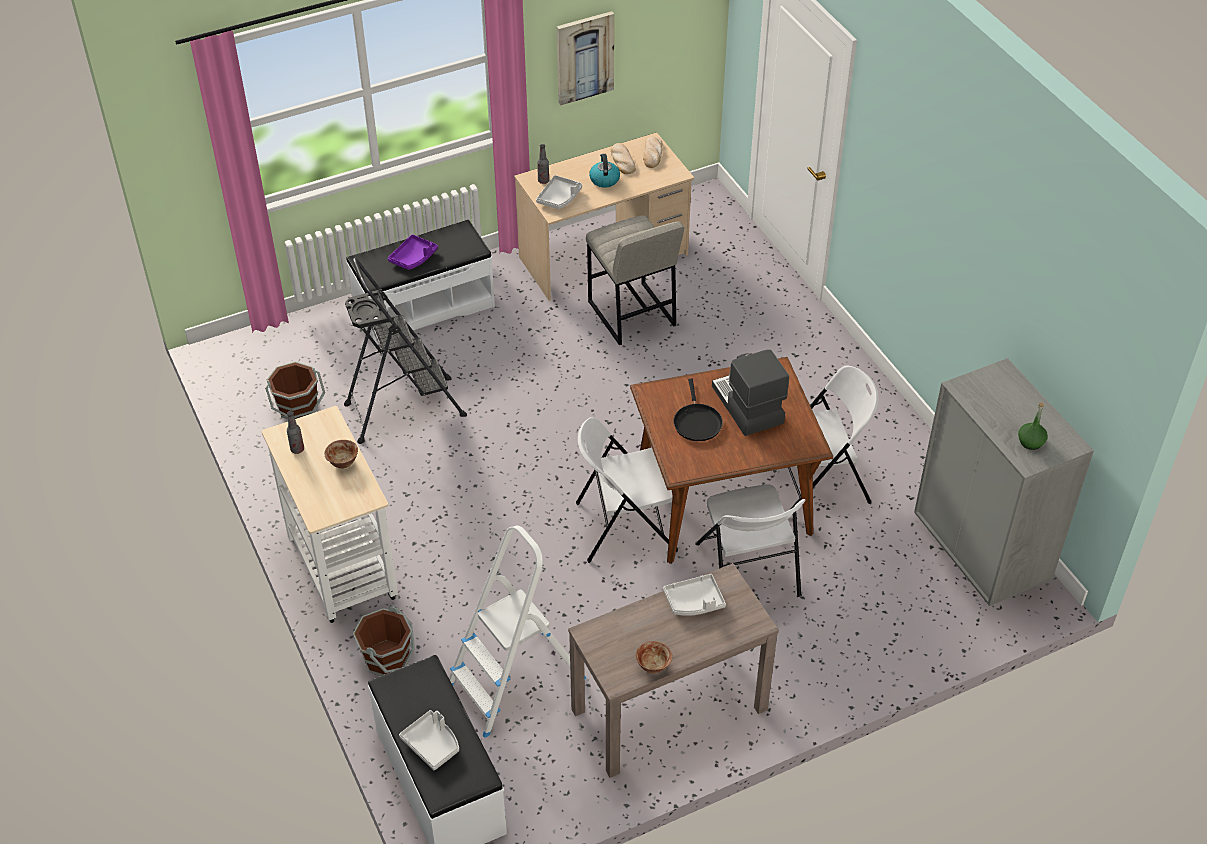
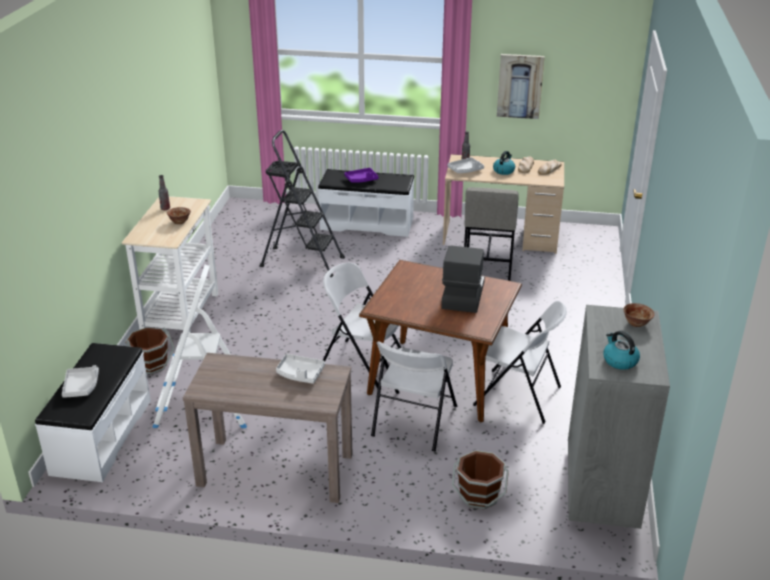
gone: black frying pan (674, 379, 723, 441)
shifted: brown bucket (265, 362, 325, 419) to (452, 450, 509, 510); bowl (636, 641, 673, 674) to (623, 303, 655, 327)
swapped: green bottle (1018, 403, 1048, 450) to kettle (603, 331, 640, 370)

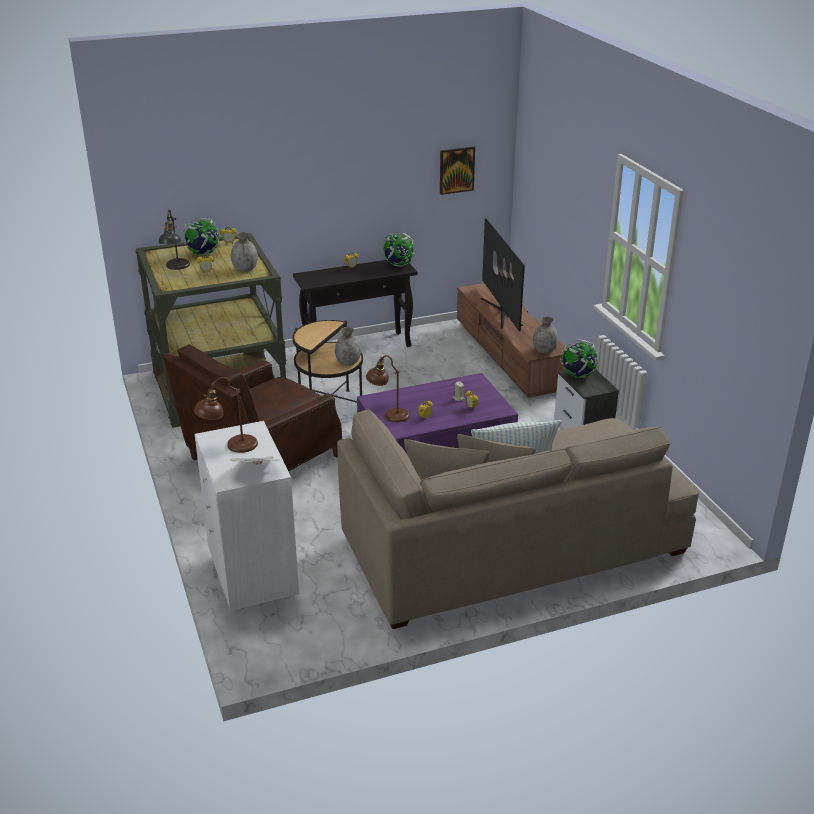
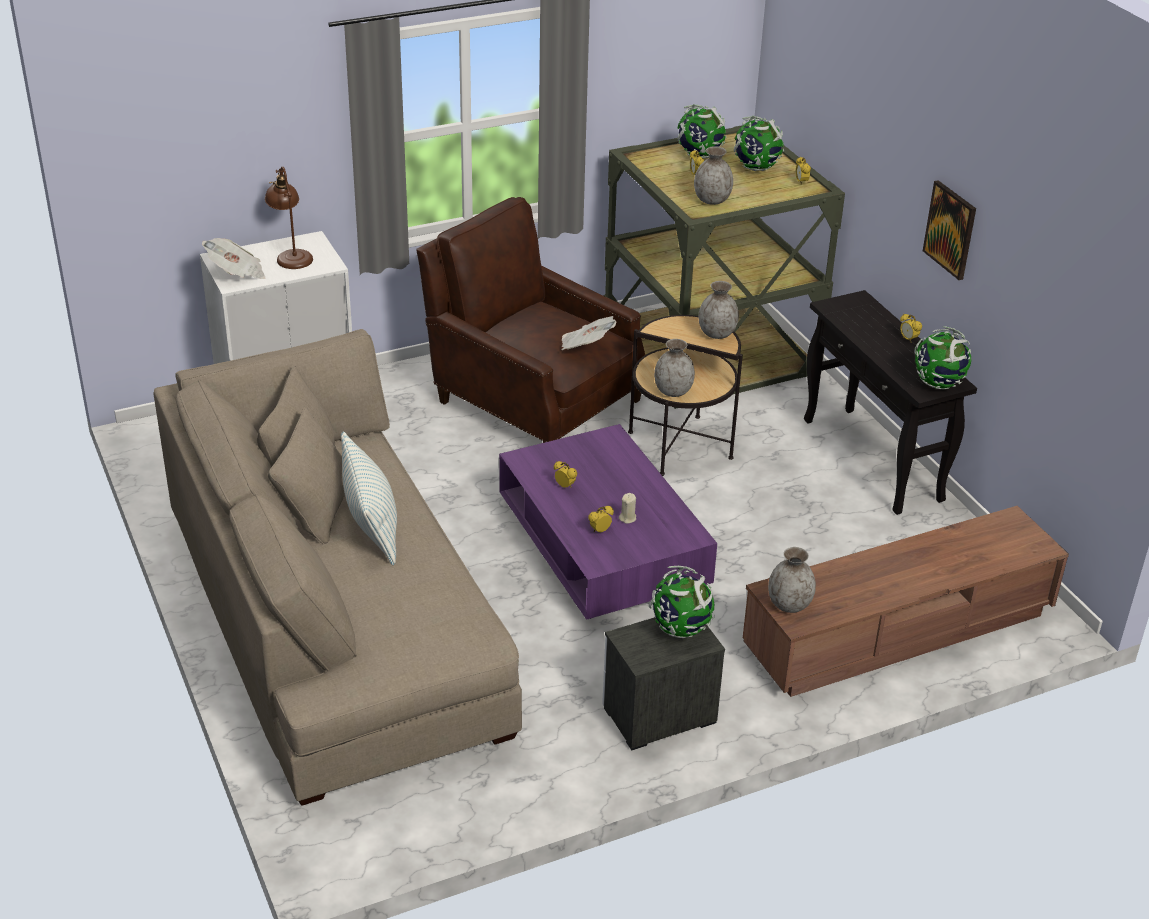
gone: brown table lamp (366, 355, 410, 422); television (480, 218, 525, 332)
new: newspaper (561, 316, 616, 350); grey vase (699, 281, 739, 339)
shifted: picture (440, 147, 475, 195) to (923, 180, 976, 280)
swapped: grey table lamp (158, 209, 190, 270) to globe (677, 104, 727, 158)

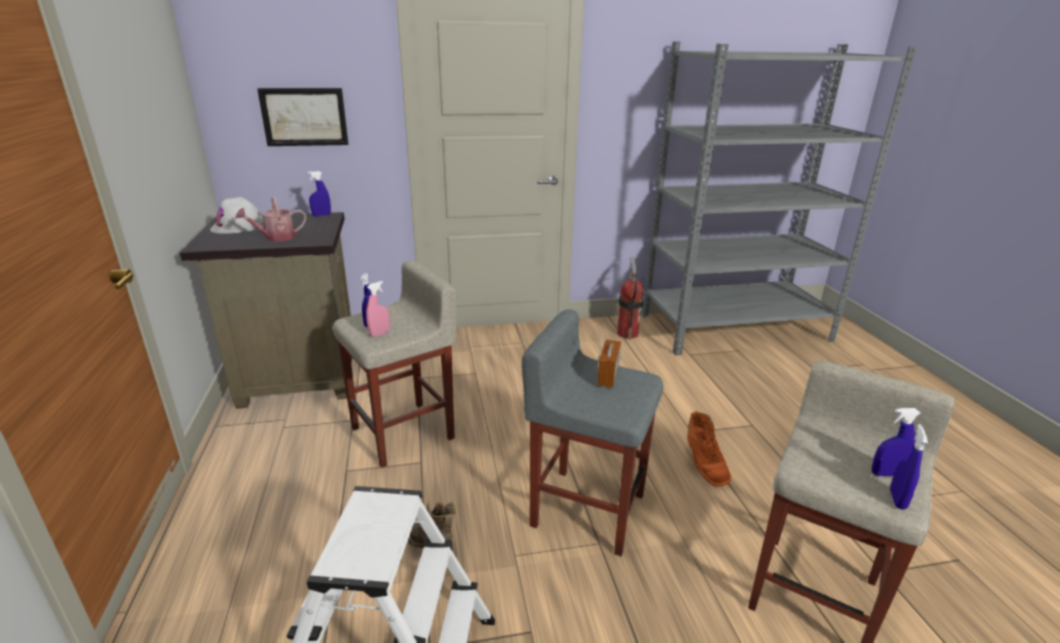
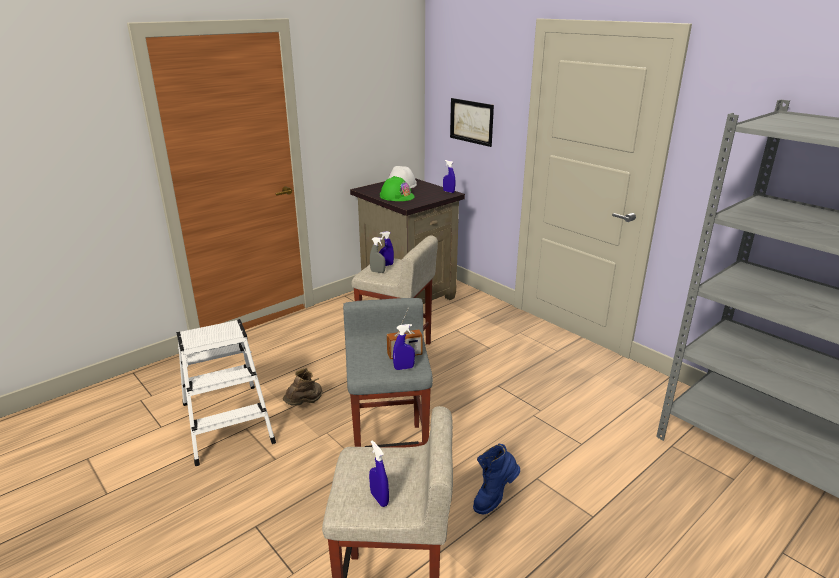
gone: fire extinguisher (617, 257, 643, 340)
shifted: blue spray bottle (890, 424, 928, 510) to (393, 324, 415, 370)
swapped: watering can (235, 196, 306, 242) to green hard hat (380, 176, 414, 201)
repainted: pink spray bottle (366, 281, 390, 337) to grey spray bottle (370, 237, 385, 273); orange boot (687, 411, 731, 487) to blue boot (473, 444, 520, 515)

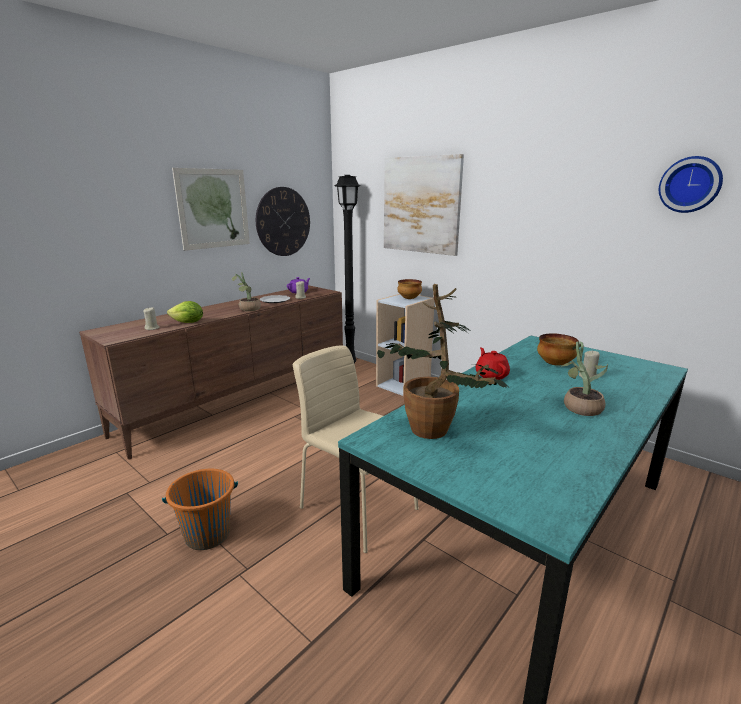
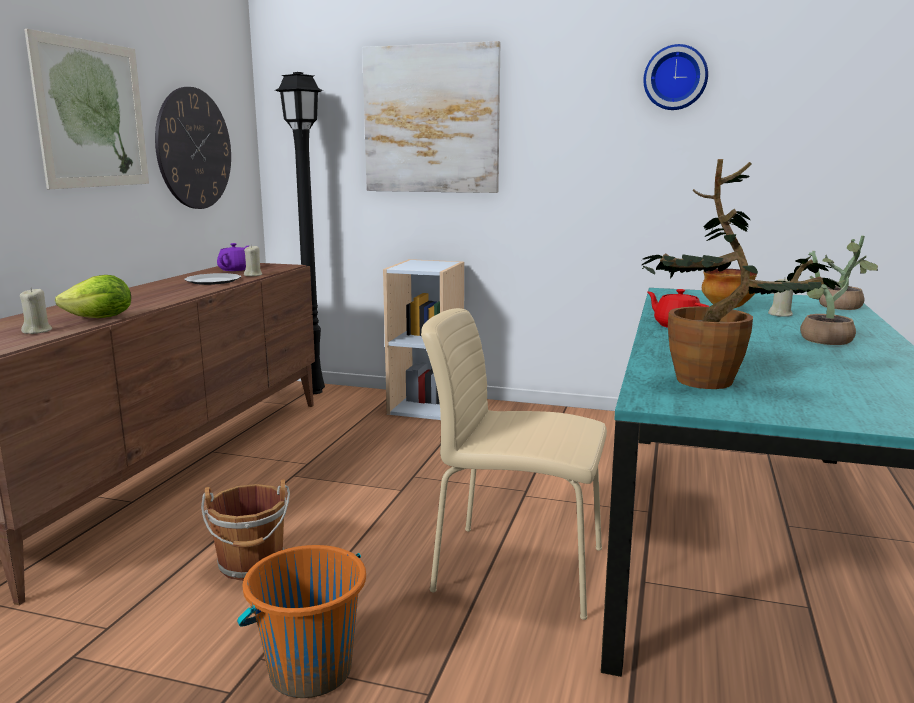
gone: bowl (397, 279, 422, 299)
new: brown bucket (201, 479, 290, 581)
shifted: potted plant (232, 272, 261, 311) to (819, 235, 878, 310); wall clock (659, 156, 723, 213) to (643, 44, 708, 110)

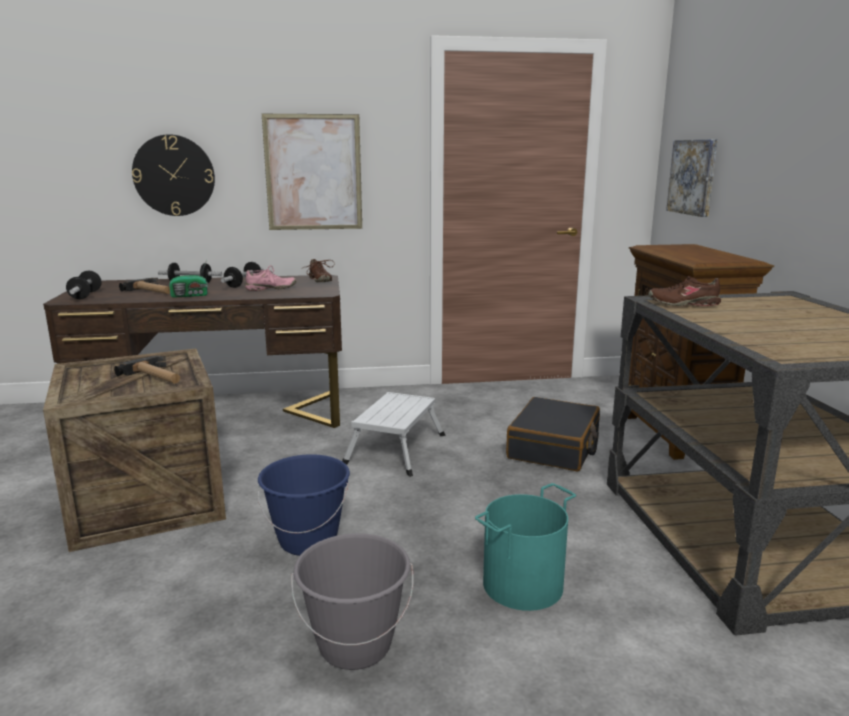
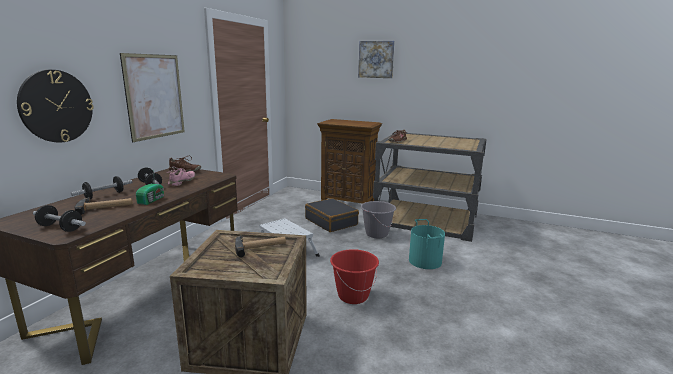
shifted: grey bucket (291, 533, 414, 670) to (361, 201, 396, 238); picture (666, 139, 718, 217) to (358, 41, 395, 78)
repainted: blue bucket (258, 454, 350, 556) to red bucket (330, 249, 379, 304)

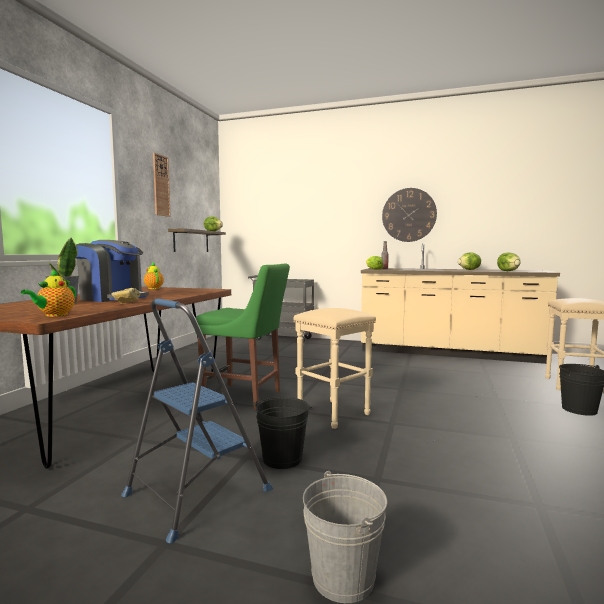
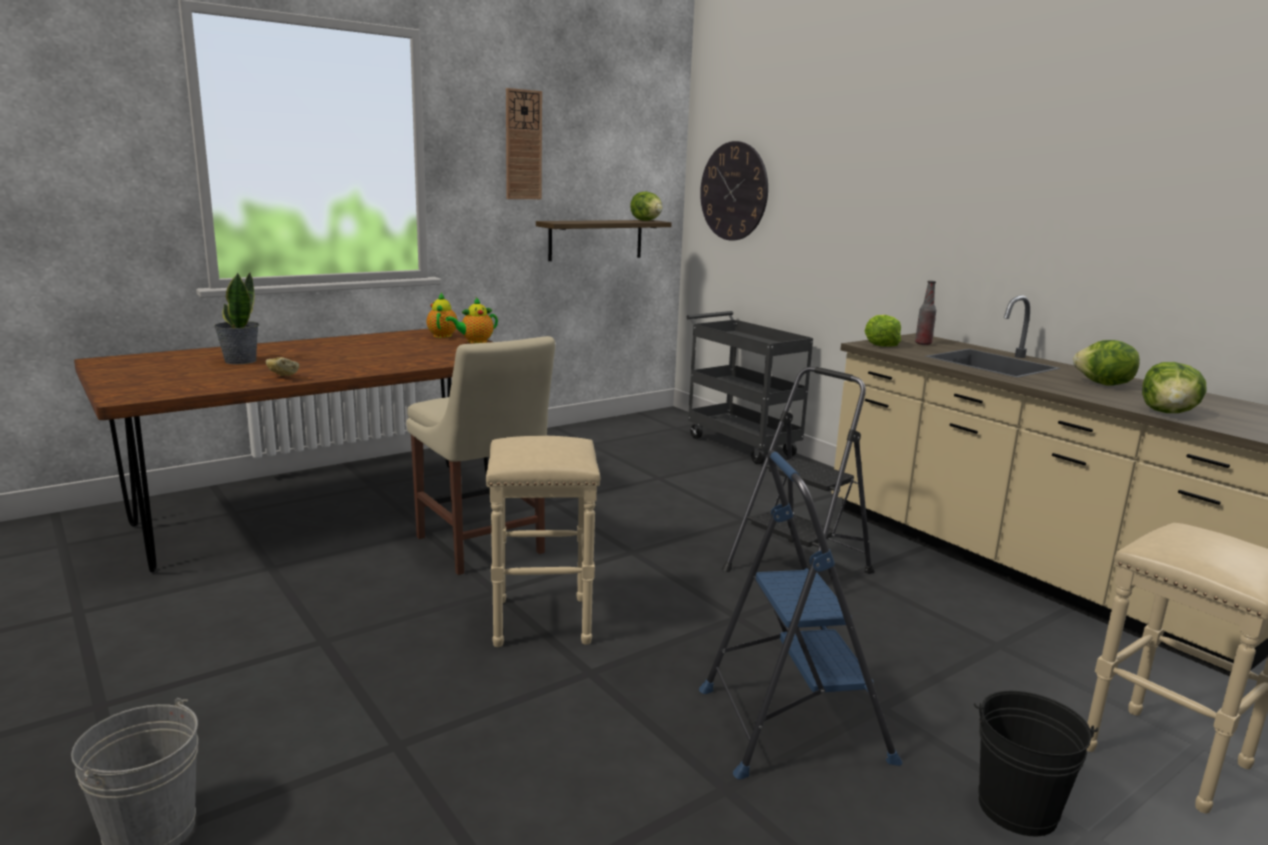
gone: coffee machine (76, 240, 149, 302); black bucket (254, 397, 312, 469)
new: black step ladder (721, 367, 875, 574)
shifted: teapot (21, 269, 76, 317) to (446, 297, 498, 343); blue step ladder (121, 298, 273, 544) to (699, 450, 902, 779); wall clock (382, 188, 437, 242) to (700, 141, 768, 240)
repainted: green chair (195, 264, 290, 410) to beige chair (406, 336, 555, 575)

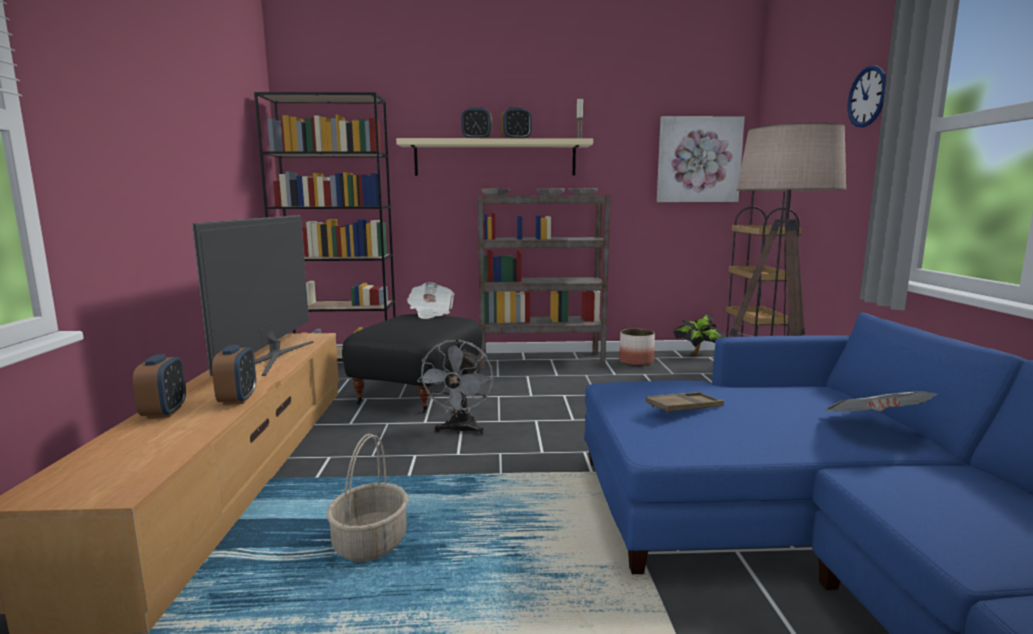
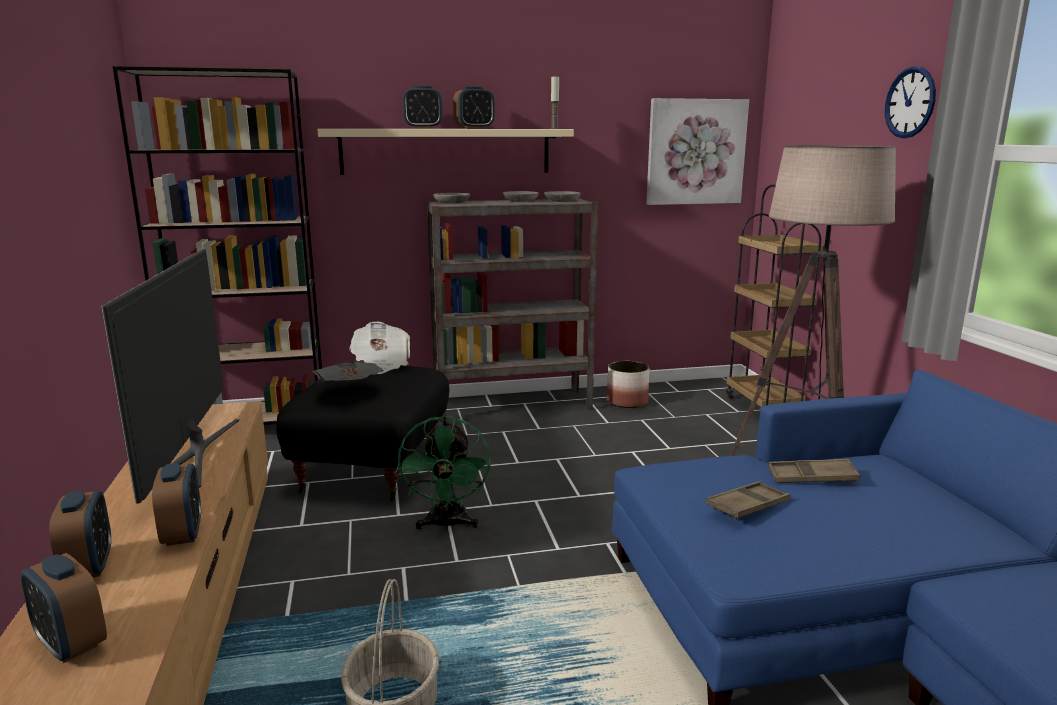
gone: potted plant (673, 314, 726, 357)
new: alarm clock (20, 553, 107, 663); brown tray (768, 459, 860, 483)
shifted: newspaper (824, 391, 938, 412) to (312, 362, 384, 381)
repainted: grey fan (417, 339, 493, 435) to green fan (396, 416, 491, 531)

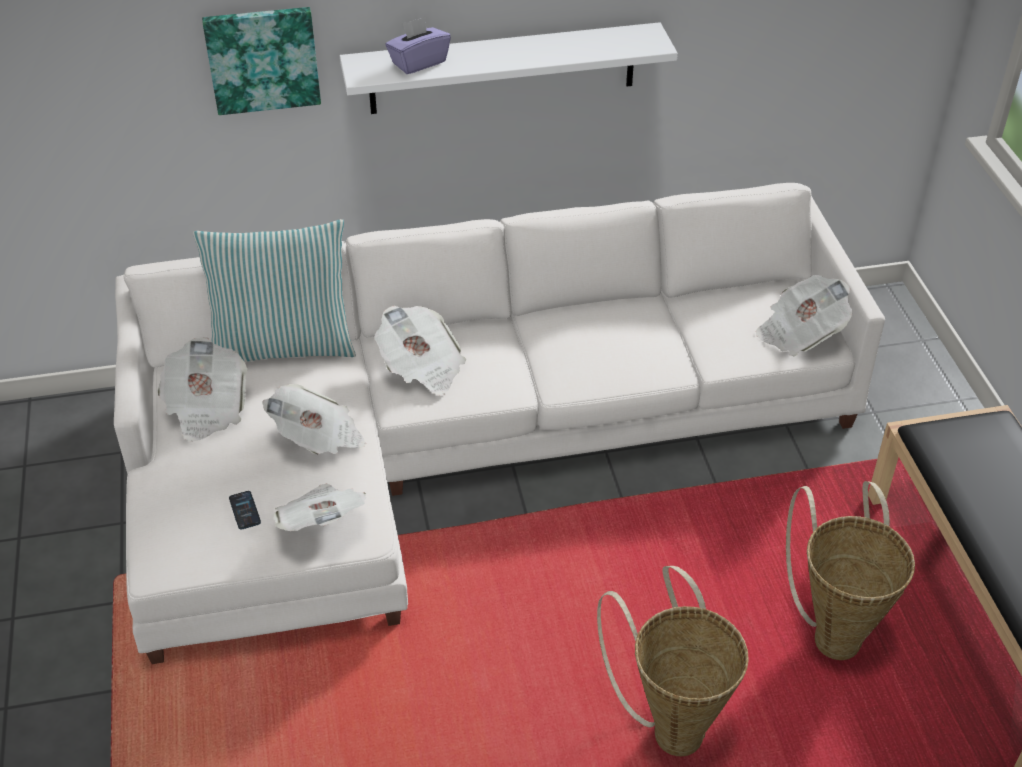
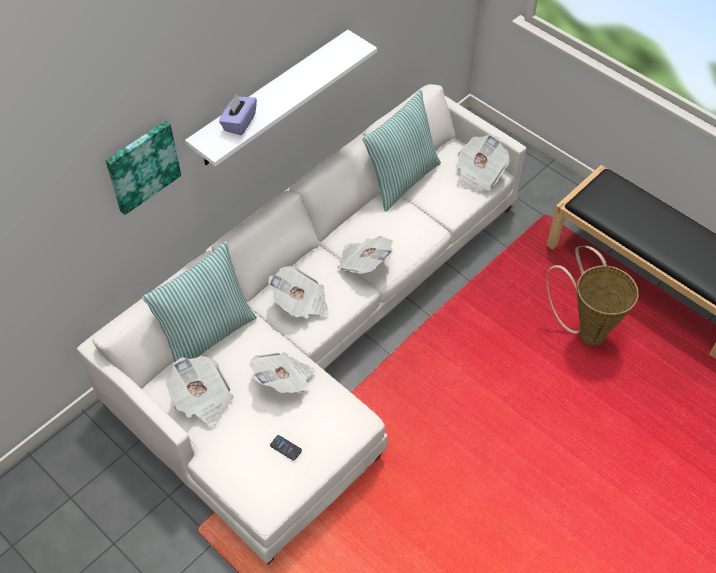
gone: basket (597, 566, 749, 756)
new: pillow (362, 90, 441, 212)
shifted: newspaper (274, 484, 367, 531) to (337, 236, 393, 274)

